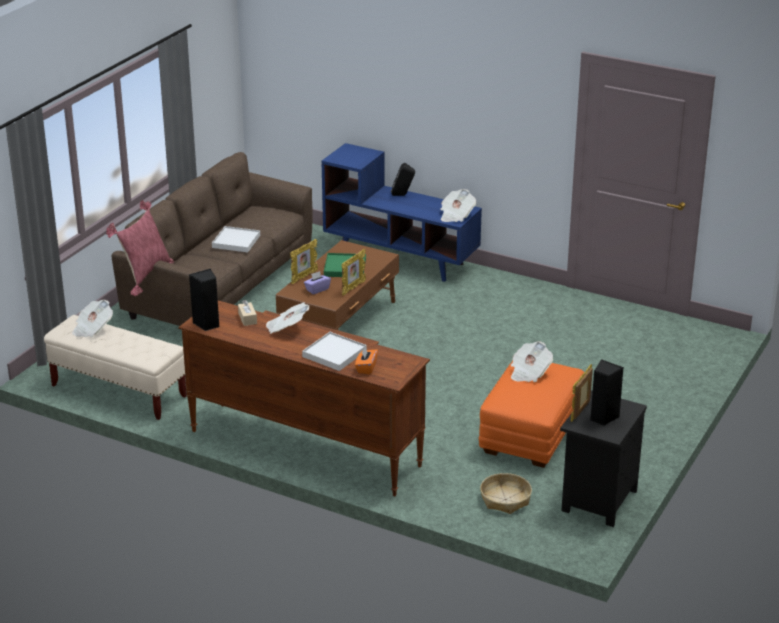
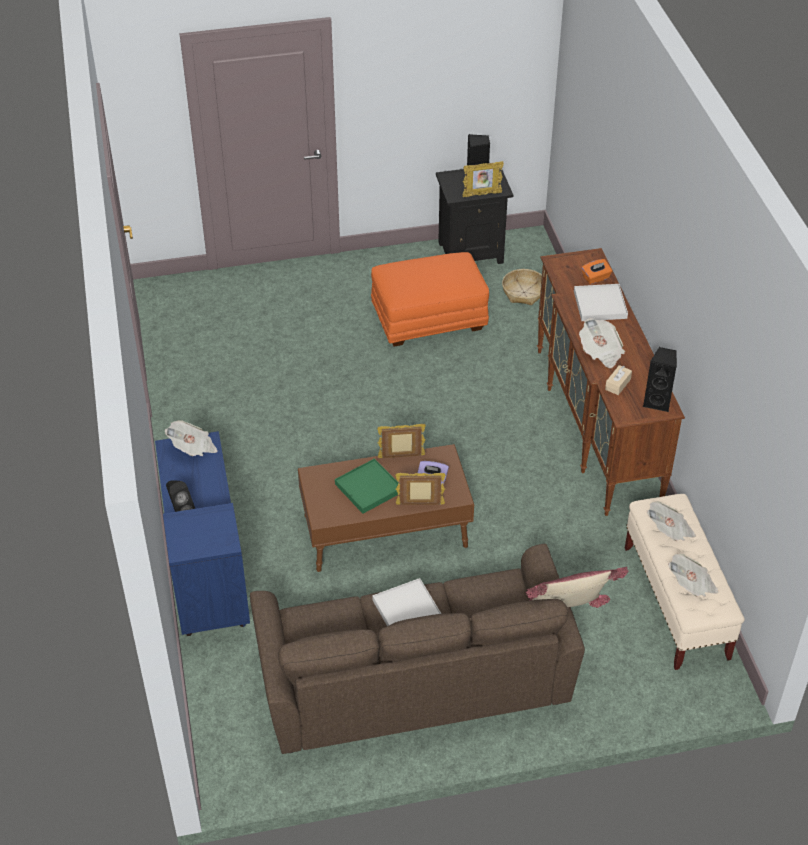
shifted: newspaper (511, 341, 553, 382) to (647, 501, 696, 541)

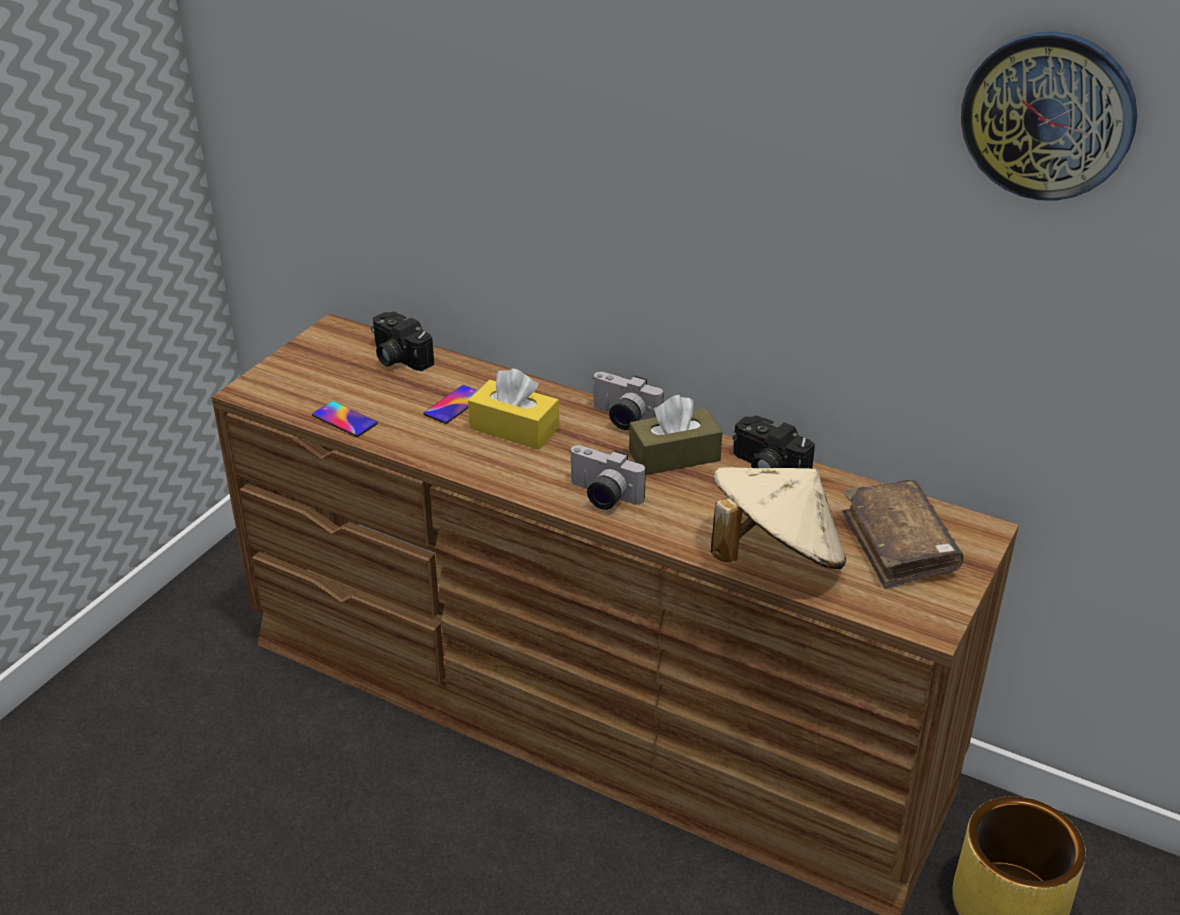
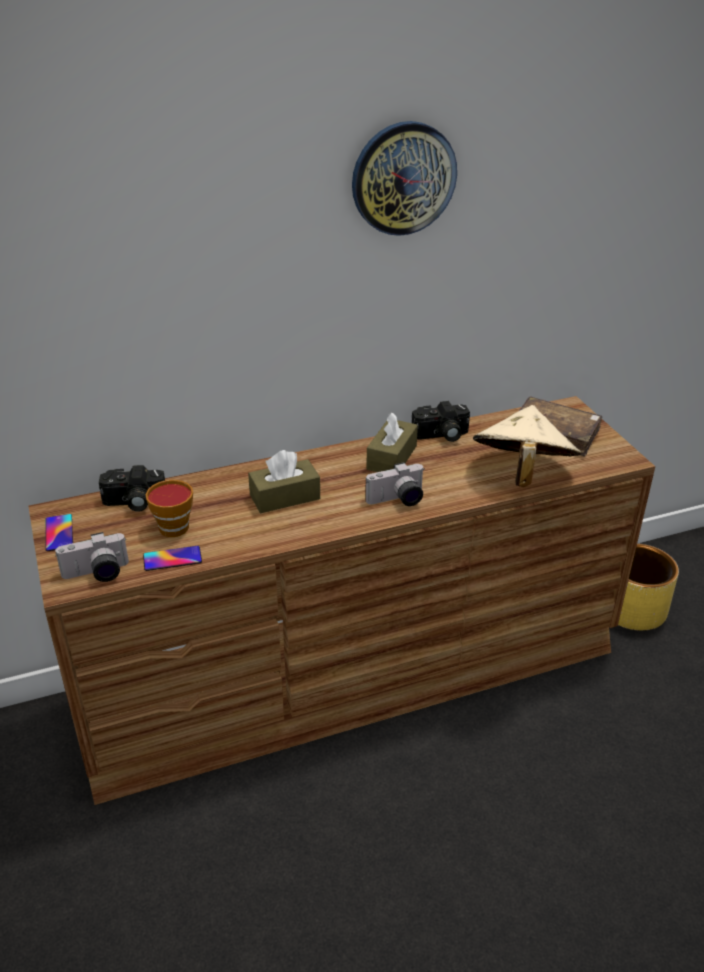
new: cup (146, 480, 193, 537)
shifted: phone (423, 385, 478, 424) to (45, 514, 73, 551); photo camera (592, 372, 663, 430) to (55, 532, 129, 582); wall clock (961, 31, 1137, 201) to (352, 121, 457, 236)
repainted: yellow tissue box (468, 368, 559, 450) to brown tissue box (248, 450, 320, 513)

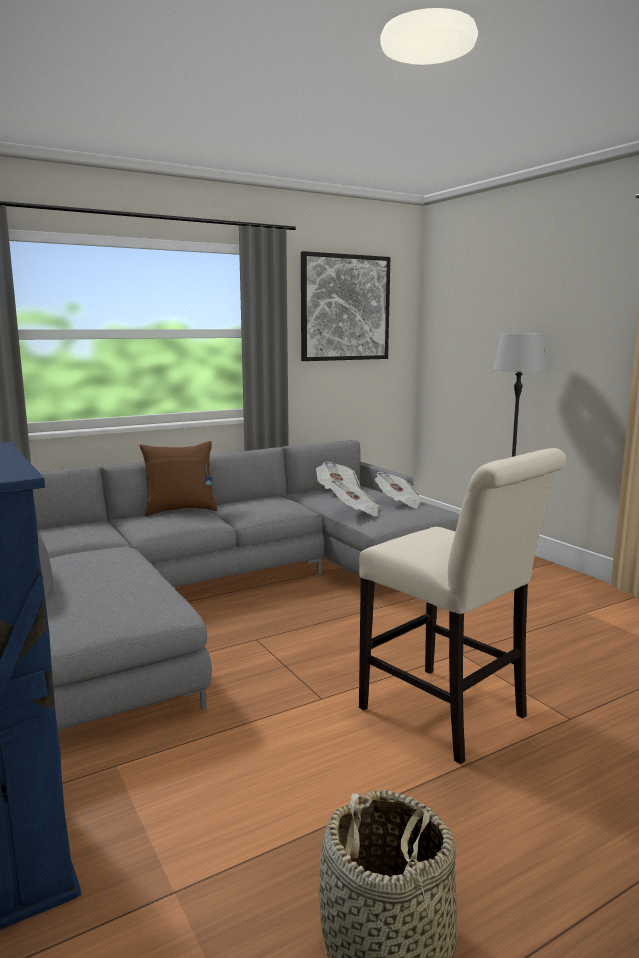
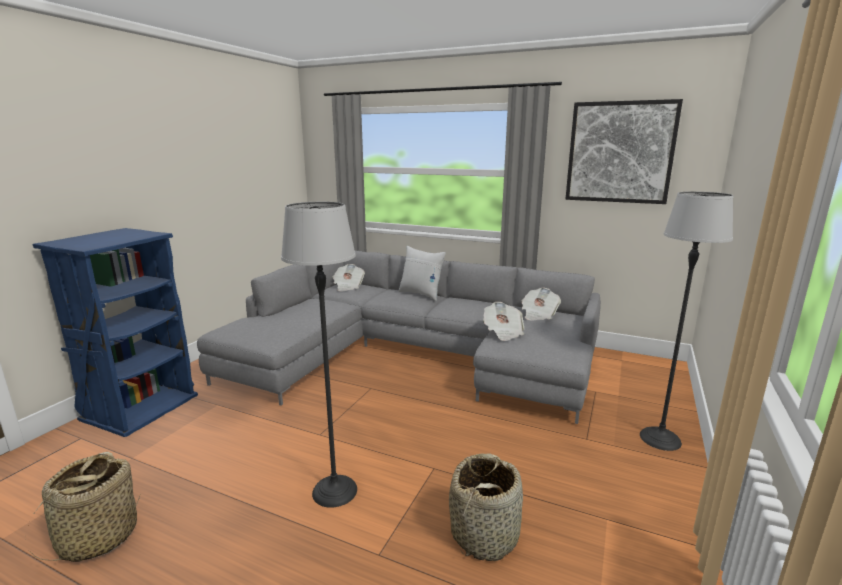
new: basket (449, 453, 523, 561)
shifted: newspaper (375, 472, 423, 508) to (333, 264, 365, 292)
swapped: beige stool (359, 448, 566, 764) to floor lamp (281, 202, 357, 508)
repainted: brown pillow (139, 441, 217, 516) to grey pillow (398, 246, 446, 301)

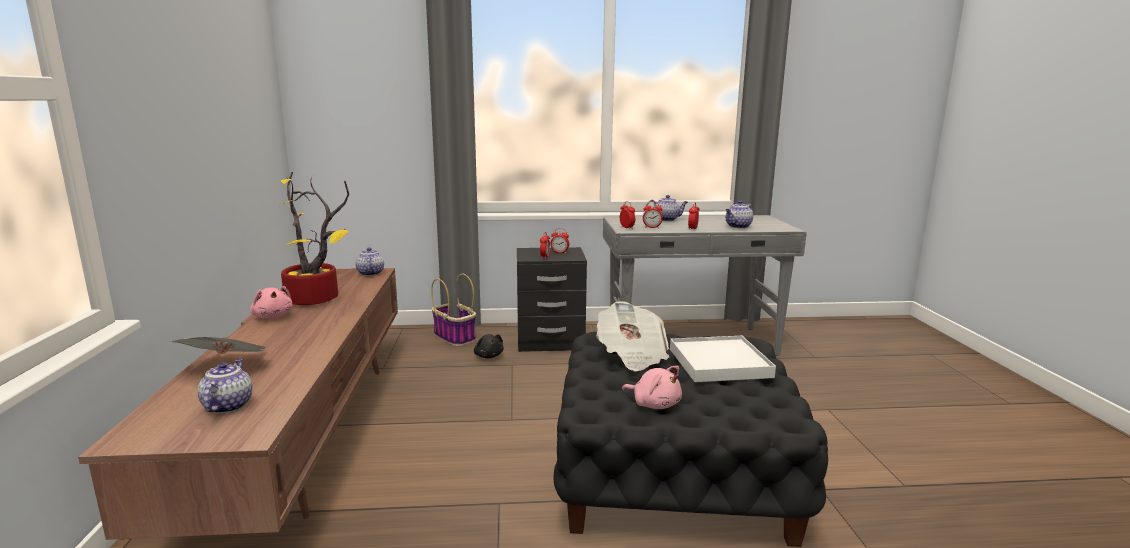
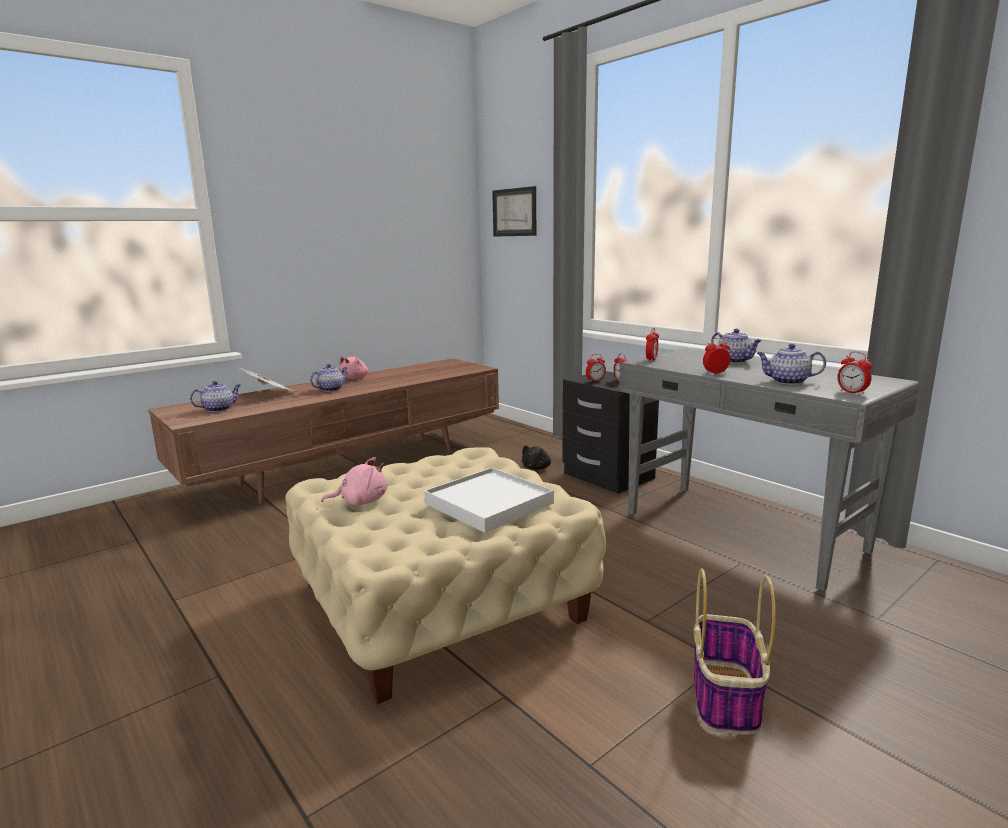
gone: potted plant (281, 172, 349, 305); newspaper (596, 301, 669, 371)
new: picture (492, 186, 536, 237)
shifted: teapot (355, 247, 384, 276) to (310, 364, 348, 392); basket (431, 274, 476, 346) to (694, 568, 776, 735); alarm clock (643, 201, 663, 228) to (838, 351, 872, 395)
repainted: black ottoman (554, 332, 828, 547) to beige ottoman (285, 447, 606, 704)
rotated: pink plush toy (622, 366, 682, 409) = (321, 457, 387, 505) 105 degrees counterclockwise

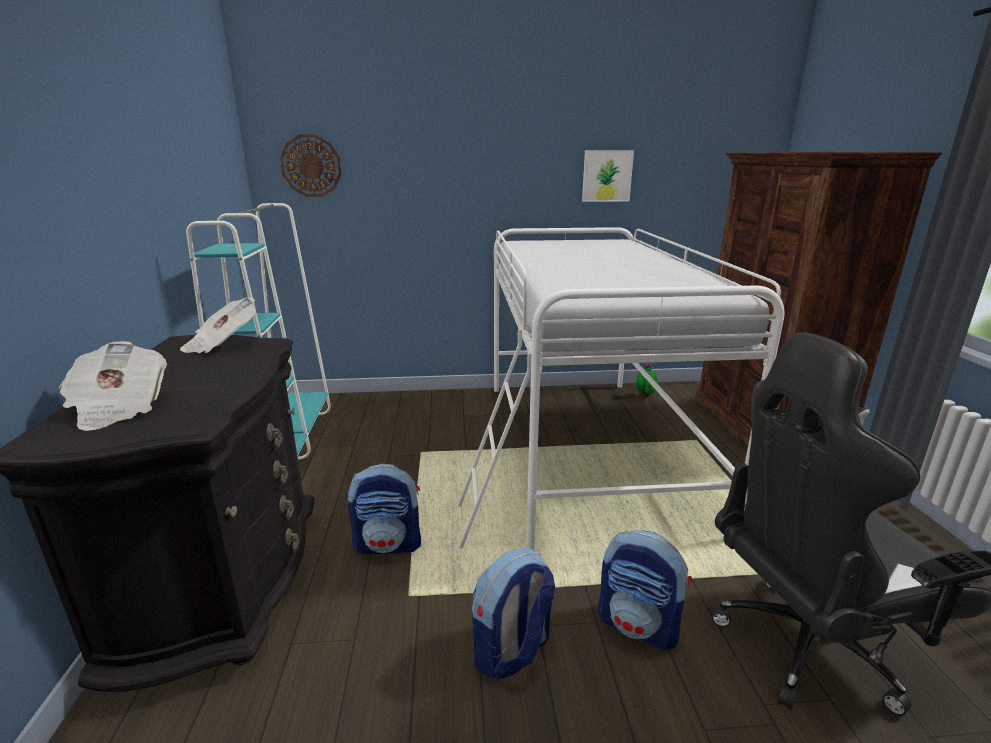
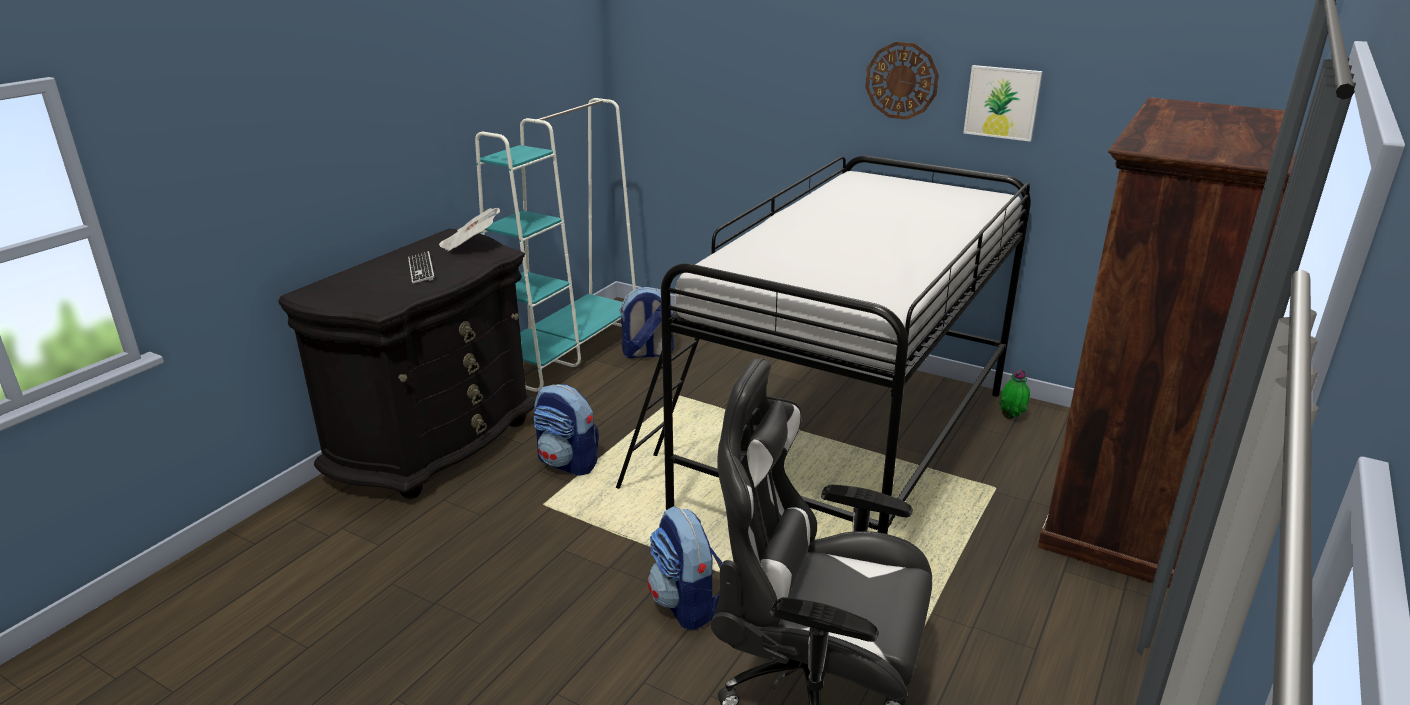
gone: newspaper (59, 341, 167, 431)
new: keyboard (408, 251, 434, 284)
shifted: wall clock (280, 135, 342, 197) to (865, 42, 939, 120); backpack (472, 547, 555, 680) to (619, 287, 674, 358)
repainted: white bed (457, 227, 784, 550) to black bed (616, 156, 1031, 534)

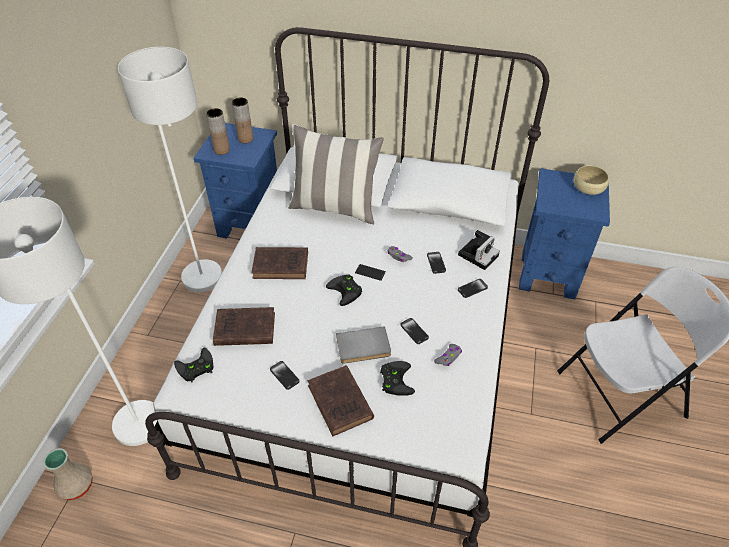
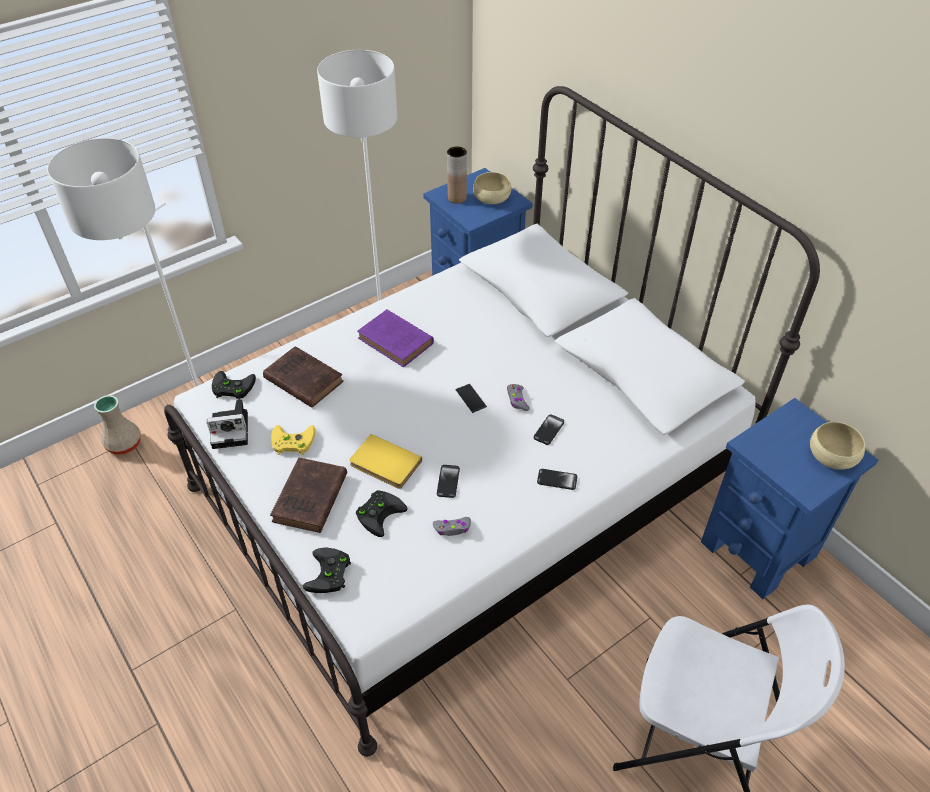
gone: pillow (288, 124, 384, 224)
shifted: black game controller (326, 275, 362, 306) to (303, 548, 351, 593); photo camera (458, 230, 500, 270) to (207, 400, 248, 449)
swapped: brown vase (232, 97, 253, 144) to beige bowl (473, 172, 511, 204); phone (270, 361, 299, 390) to yellow game controller (271, 425, 315, 455)
repainted: brown book (251, 247, 308, 279) to purple book (357, 309, 434, 367); grey book (336, 326, 391, 363) to yellow book (350, 434, 422, 489)

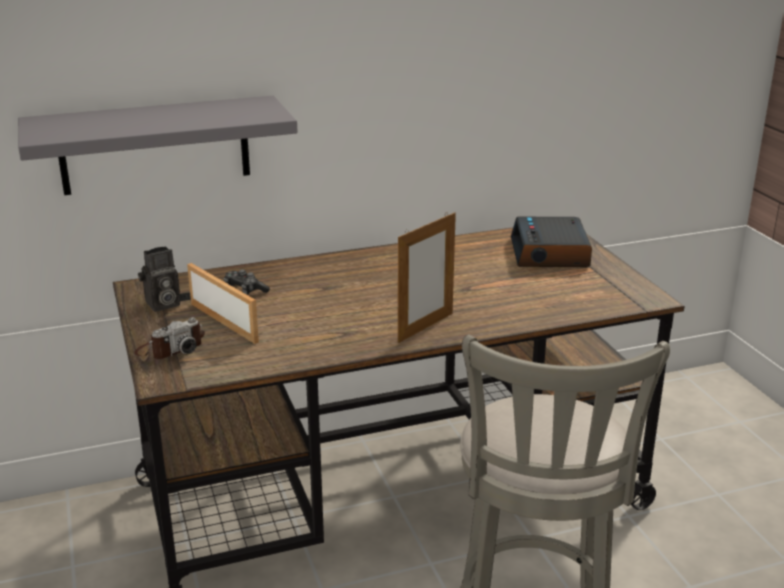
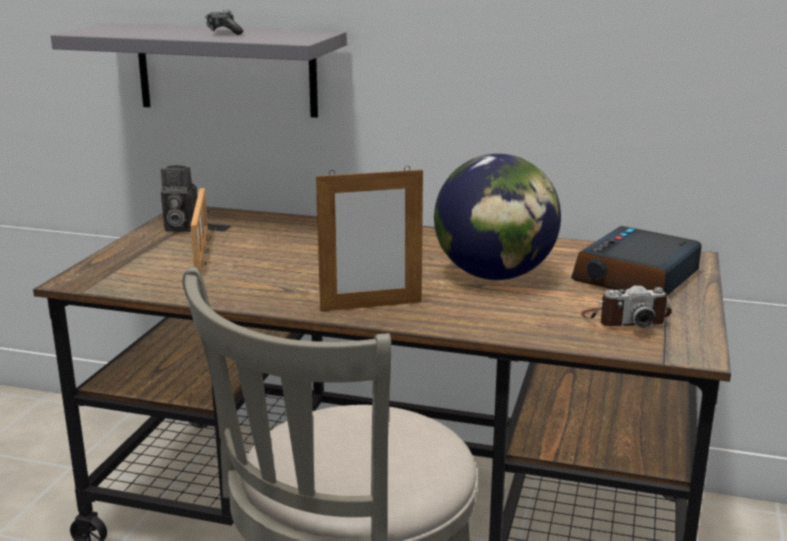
new: globe (434, 154, 561, 280)
shifted: photo camera (134, 318, 205, 359) to (581, 285, 671, 328); game controller (224, 269, 270, 295) to (205, 9, 243, 35)

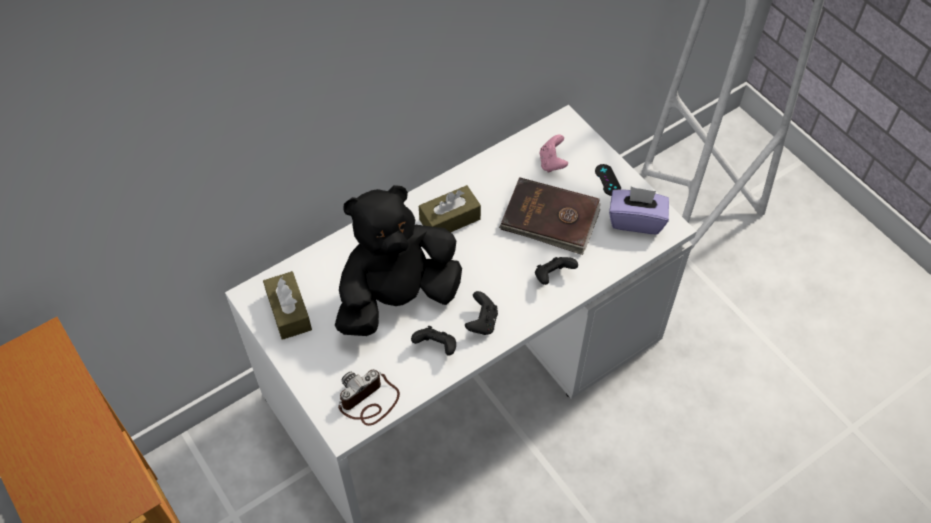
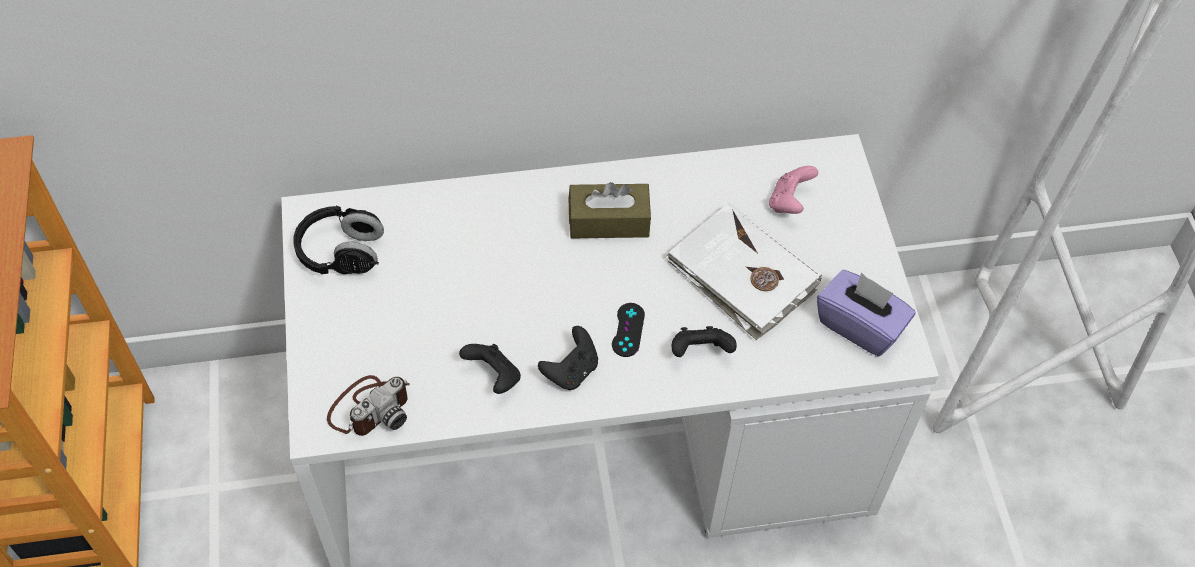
gone: black plush toy (335, 185, 462, 336)
shifted: black game controller (595, 164, 621, 196) to (612, 303, 645, 357)
swapped: brown tissue box (263, 271, 312, 340) to black headphones (293, 206, 384, 274)
repainted: brown book (499, 177, 601, 255) to white book (666, 202, 822, 340)
rotated: photo camera (338, 370, 400, 426) = (327, 375, 410, 436) 150 degrees clockwise

